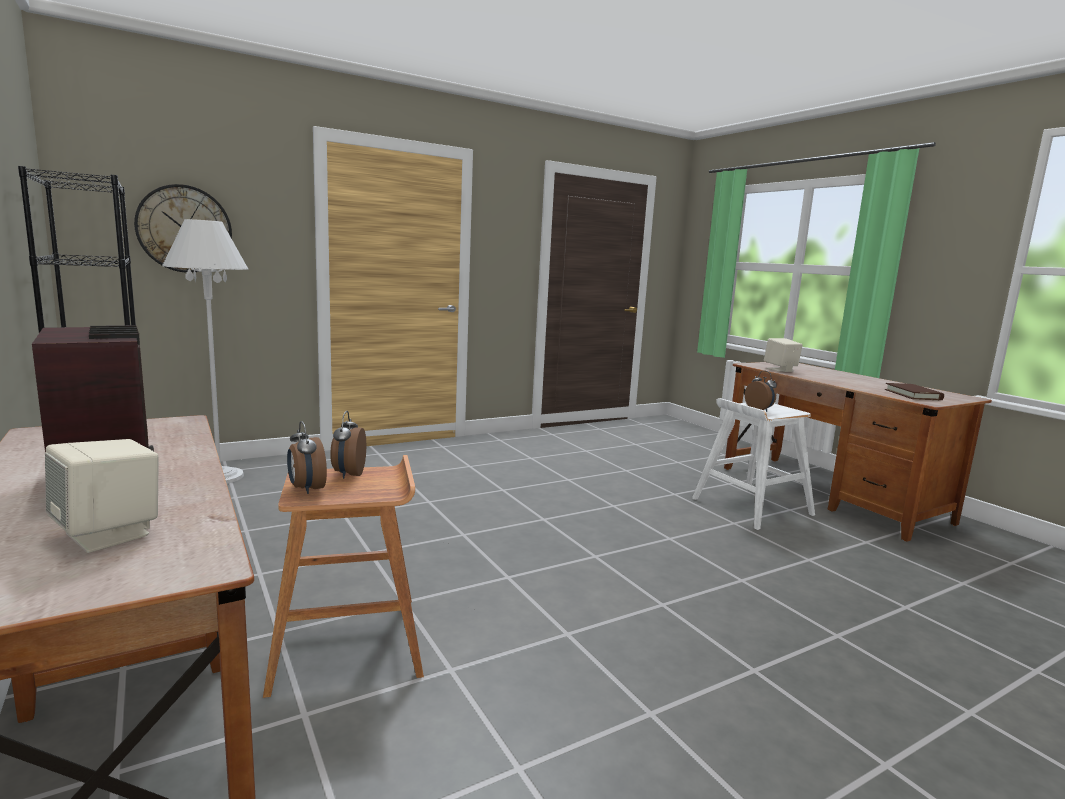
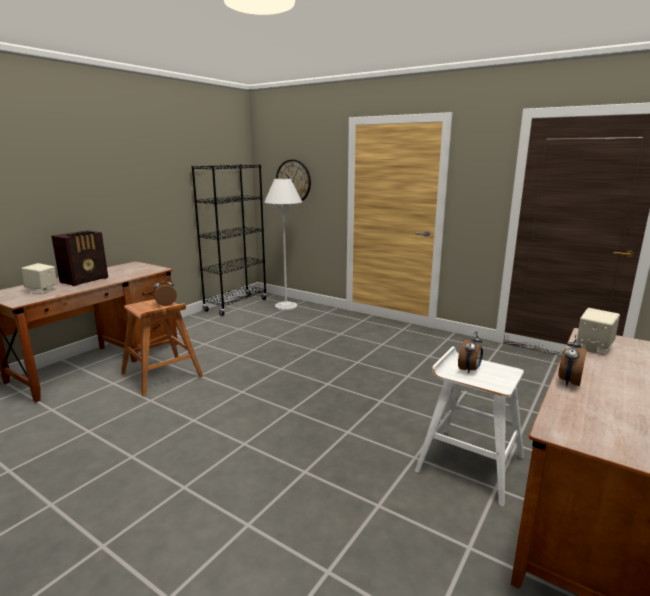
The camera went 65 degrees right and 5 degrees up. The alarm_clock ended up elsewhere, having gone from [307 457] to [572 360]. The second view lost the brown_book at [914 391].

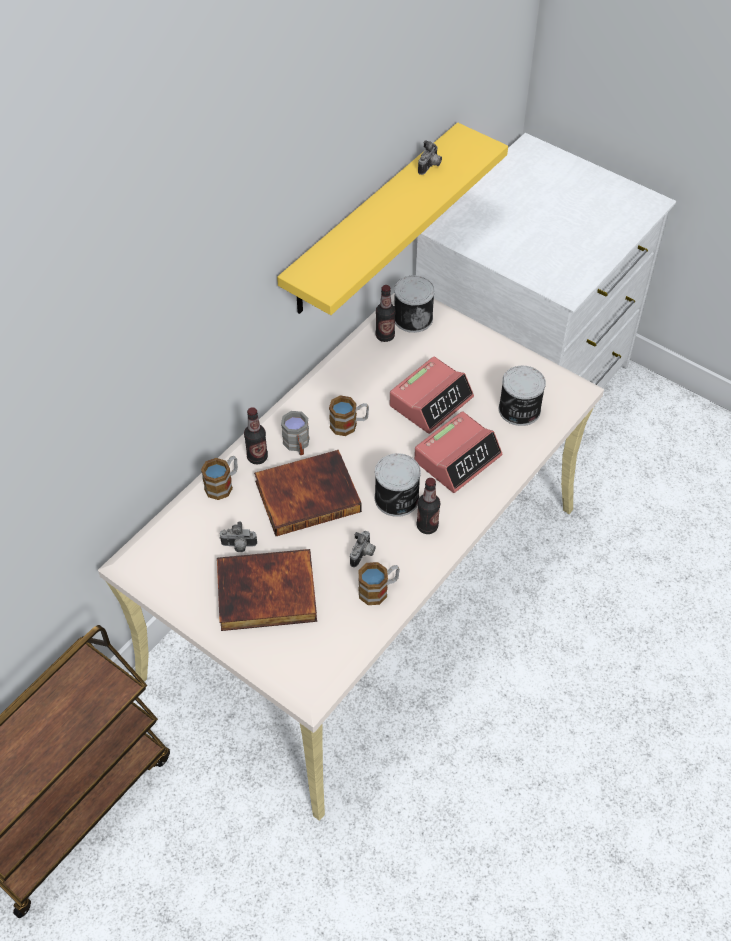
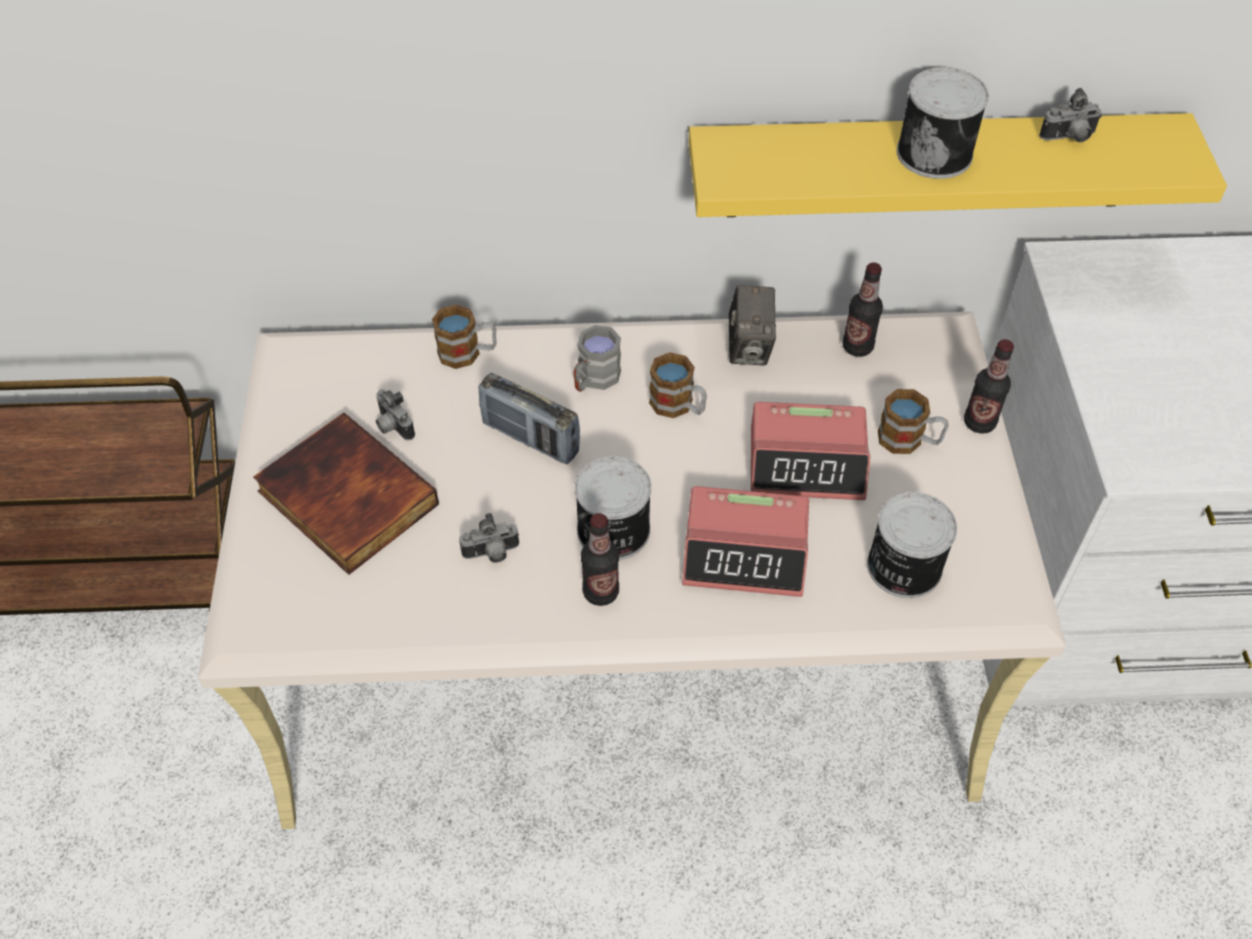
The camera went 50 degrees right and 0 degrees up. Where the book stood at [308 493], the radio came to stand at [529 418]. The second view gained the photo_camera at [752 325]. The mug ended up elsewhere, having gone from [379 583] to [913 421]. The can ended up elsewhere, having gone from [414 304] to [943 123]. The bottle ended up elsewhere, having gone from [256 435] to [989 386].

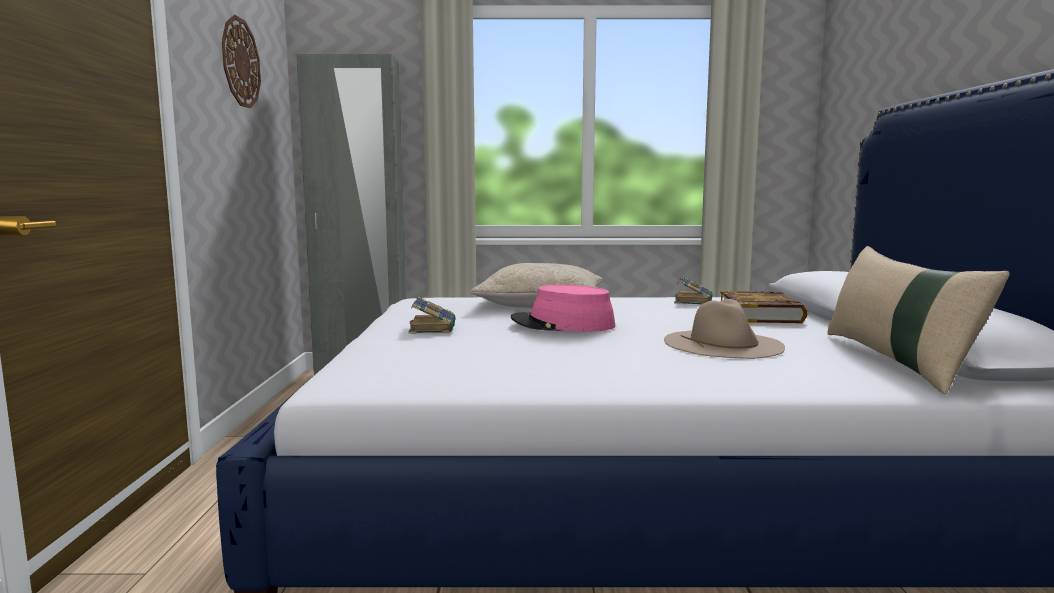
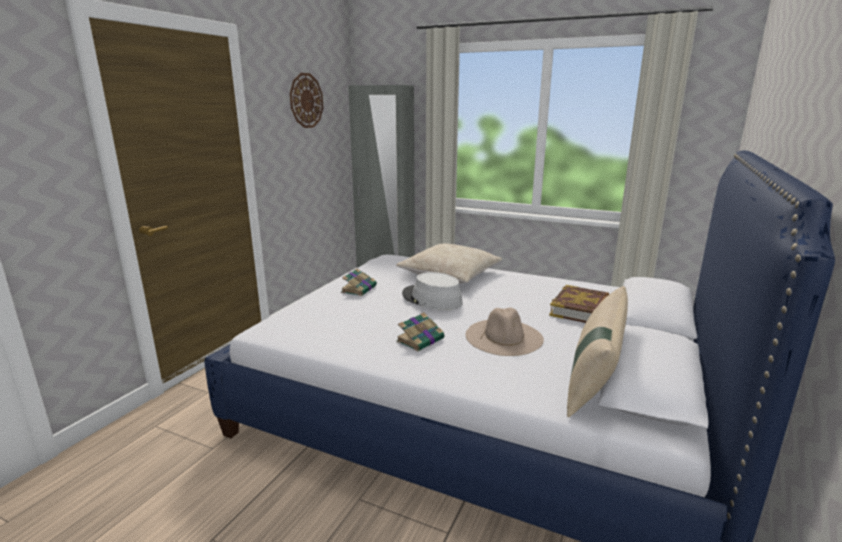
The camera went 25 degrees right and 10 degrees up. The book ended up elsewhere, having gone from [693 290] to [420 331]. What was the pink_hat at [563 308] turned into the grey_hat at [432 291].

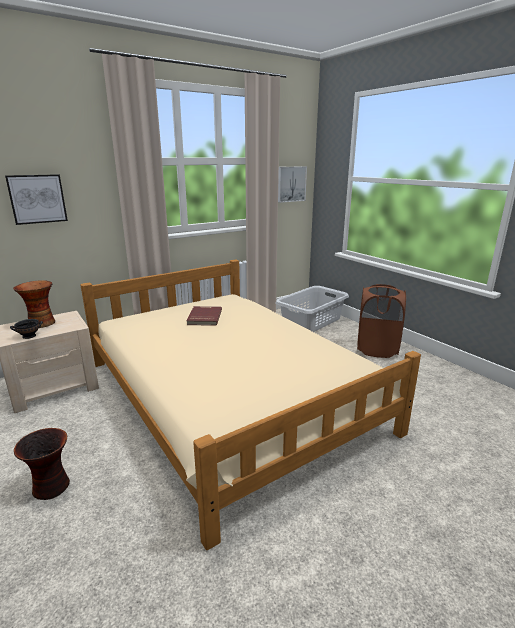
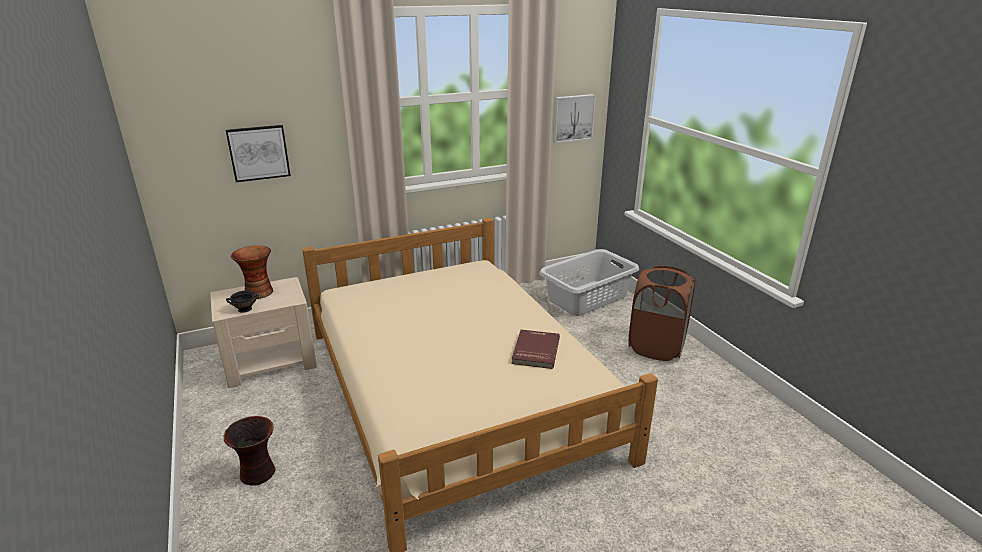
The camera went 10 degrees right and 5 degrees up. The red_book ended up elsewhere, having gone from [204 316] to [535 349].

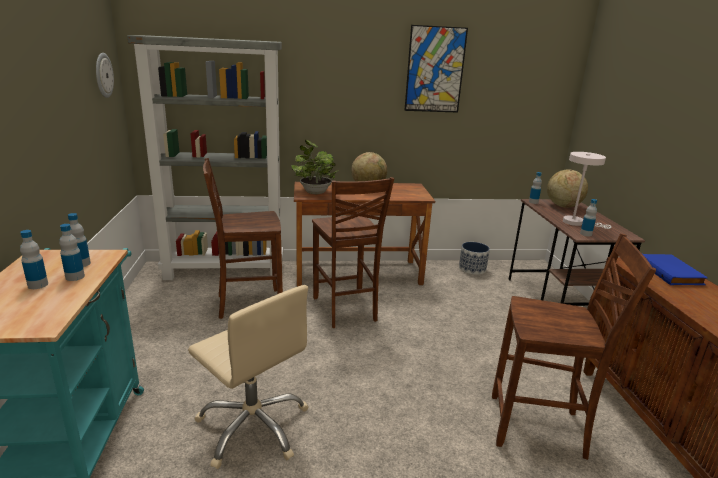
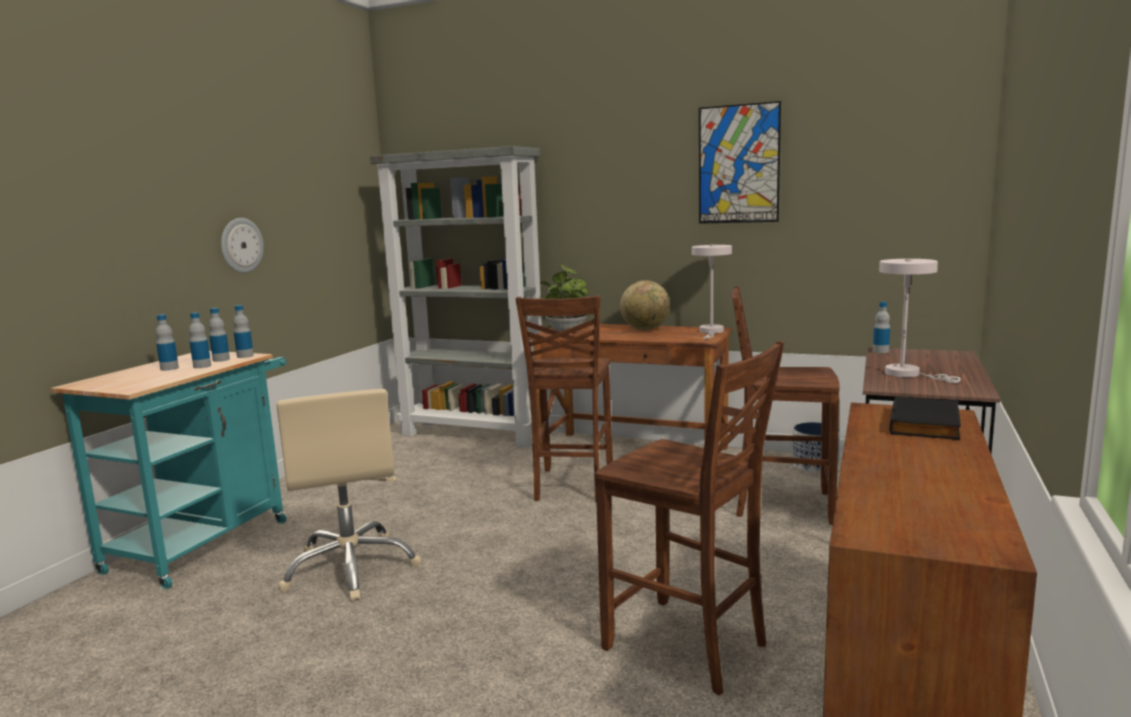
The camera went 30 degrees right and 10 degrees down. The wall_clock ended up elsewhere, having gone from [105 75] to [242 245]. The bottle ended up elsewhere, having gone from [588 217] to [243 331]. The second view gained the white_table_lamp at [712 292]. The brown_chair ended up elsewhere, having gone from [243 238] to [785 405]. What was the blue_book at [675 269] turned into the black_book at [925 418]. The second view lost the globe at [567 188].

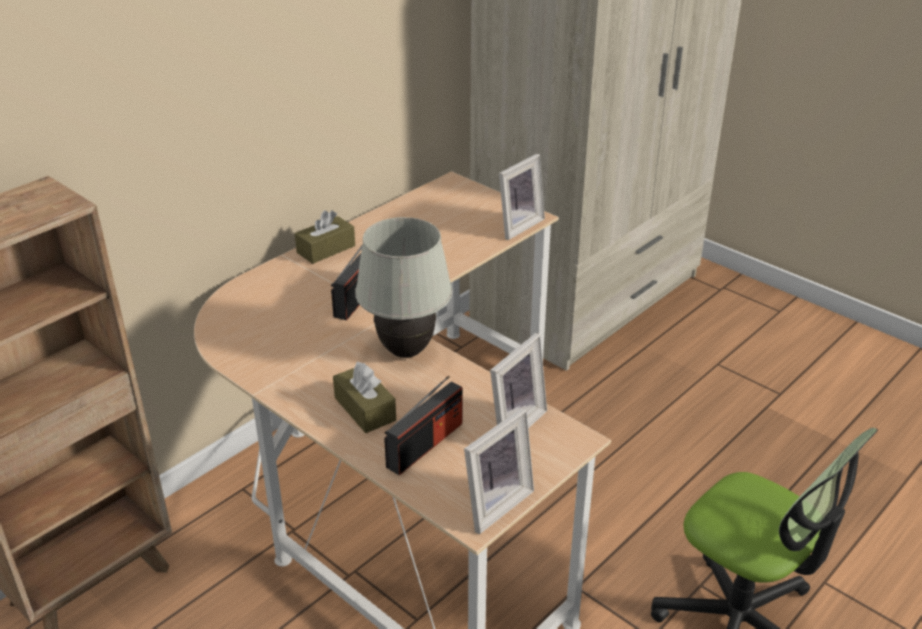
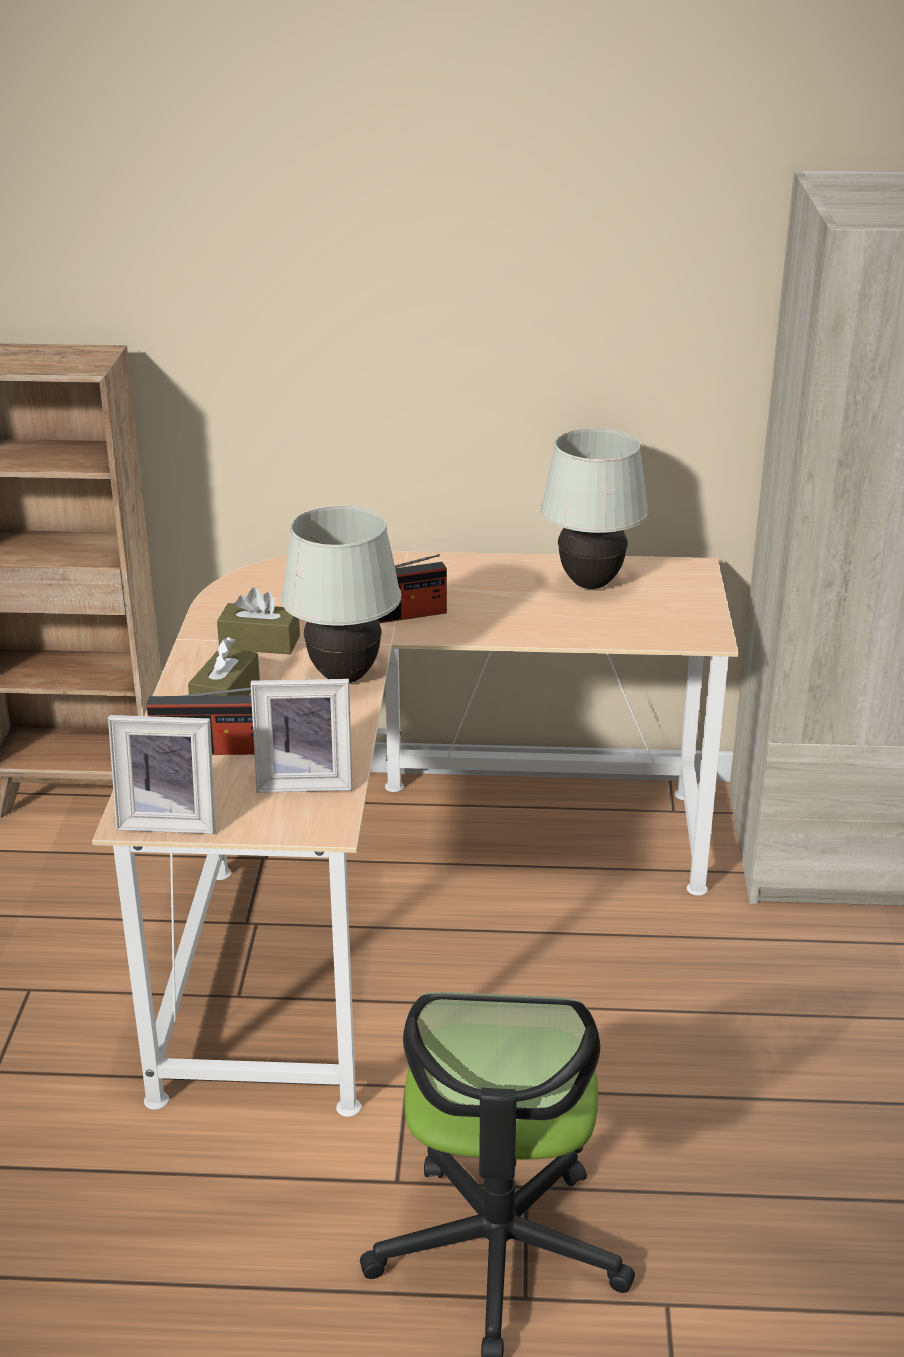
The camera went 50 degrees right and 5 degrees down. The brown_tissue_box ended up elsewhere, having gone from [325 237] to [258 620]. The second view gained the white_table_lamp at [594 508]. The second view lost the picture_frame at [522 197].

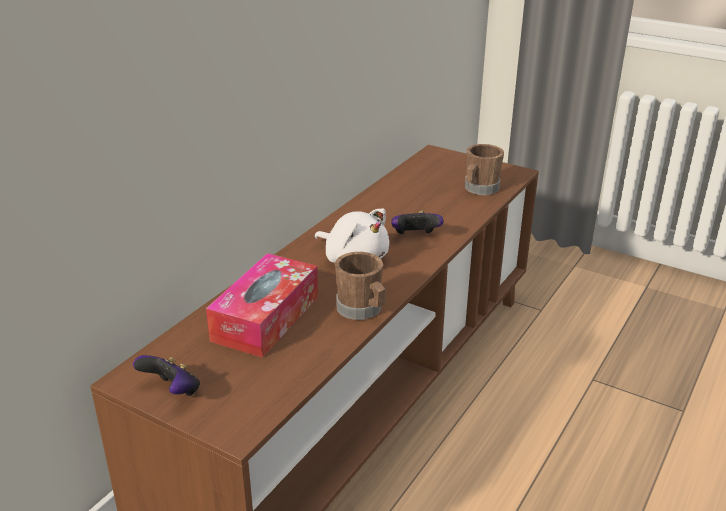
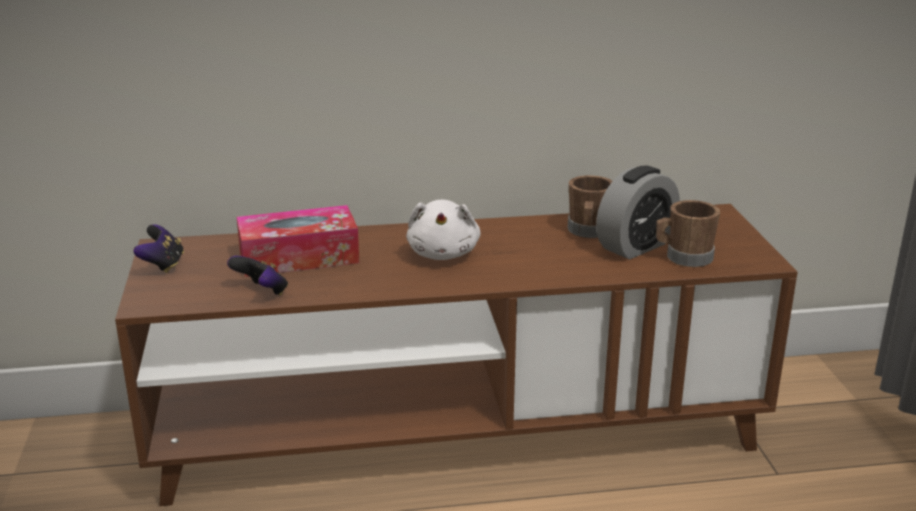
The camera went 50 degrees right and 5 degrees down. The game_controller ended up elsewhere, having gone from [417 222] to [257 275]. The brown_mug ended up elsewhere, having gone from [360 286] to [590 206]. The second view gained the alarm_clock at [638 212].

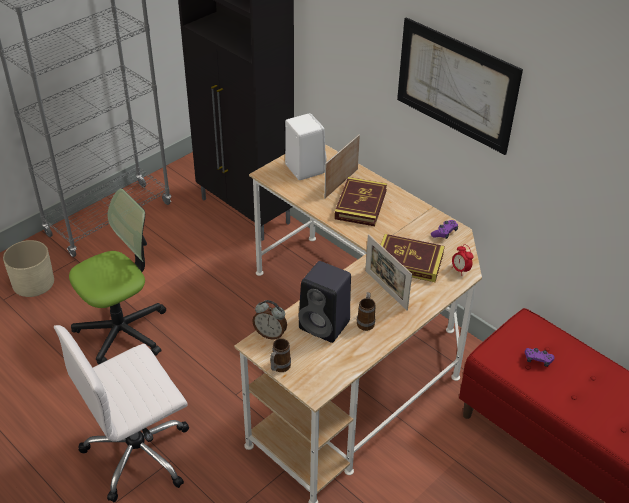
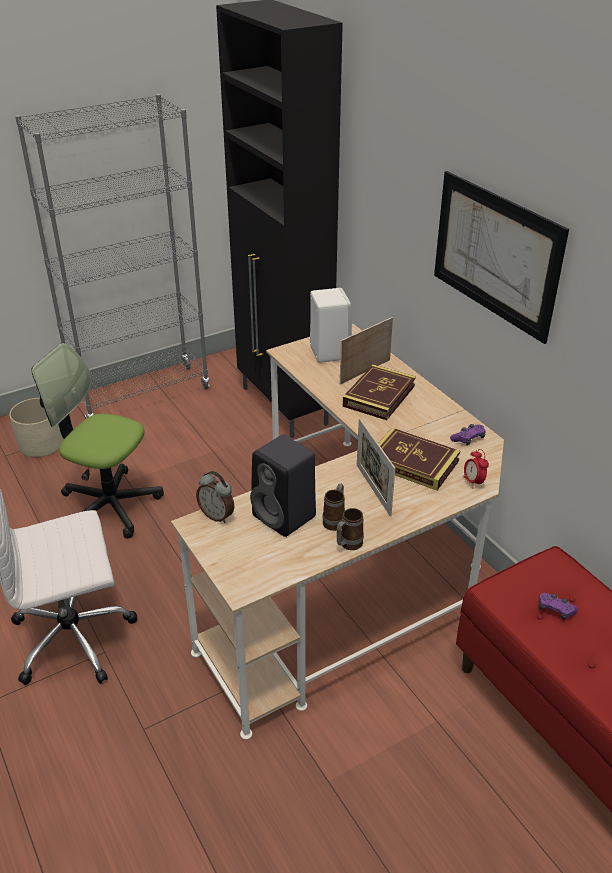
The camera went 15 degrees right and 5 degrees down. The office_chair at [117 276] ended up facing another way, 135 degrees counterclockwise from before. The mug ended up elsewhere, having gone from [280 355] to [350 529].

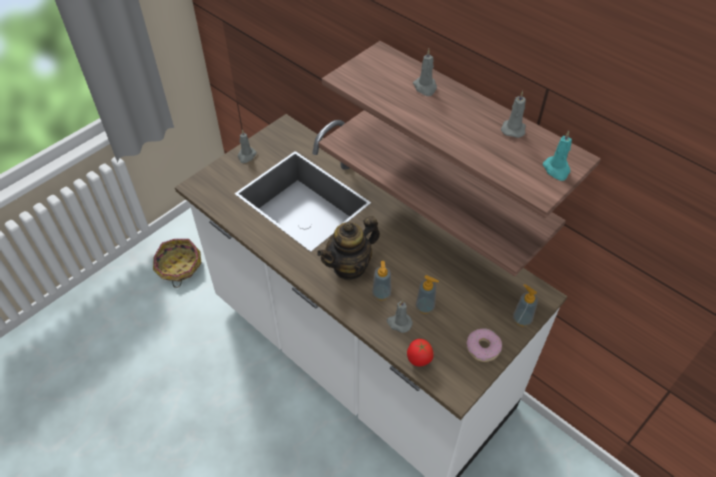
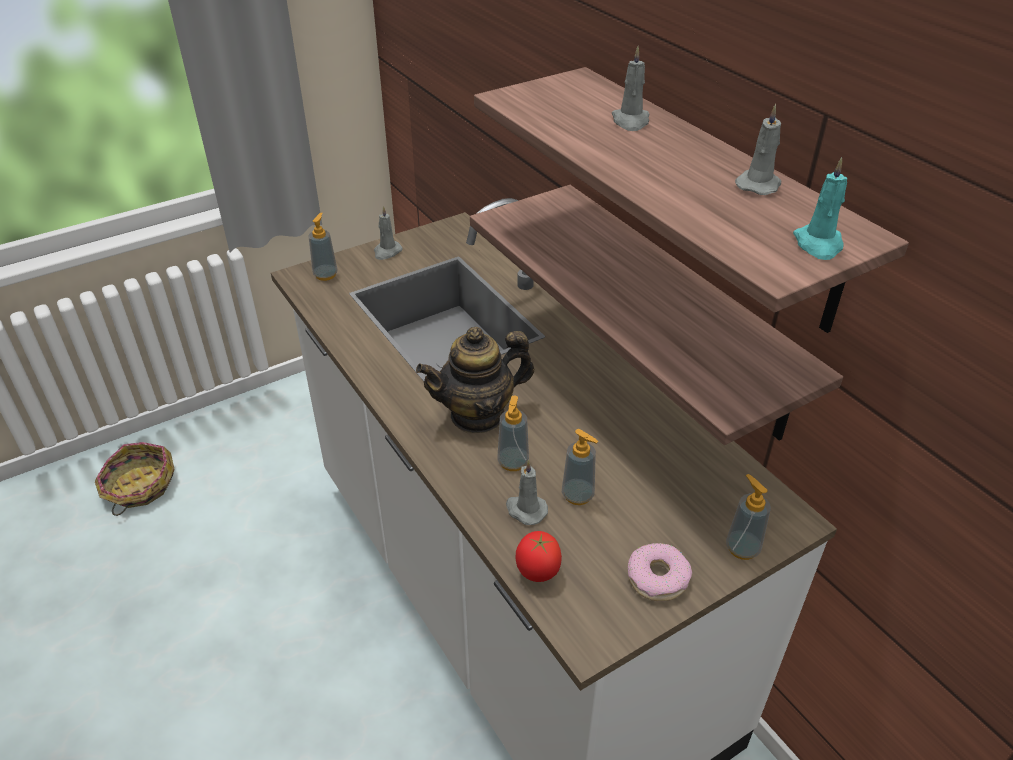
The camera went 15 degrees right and 10 degrees down. The basket ended up elsewhere, having gone from [177 263] to [134 479]. The second view gained the soap_dispenser at [323 247].

